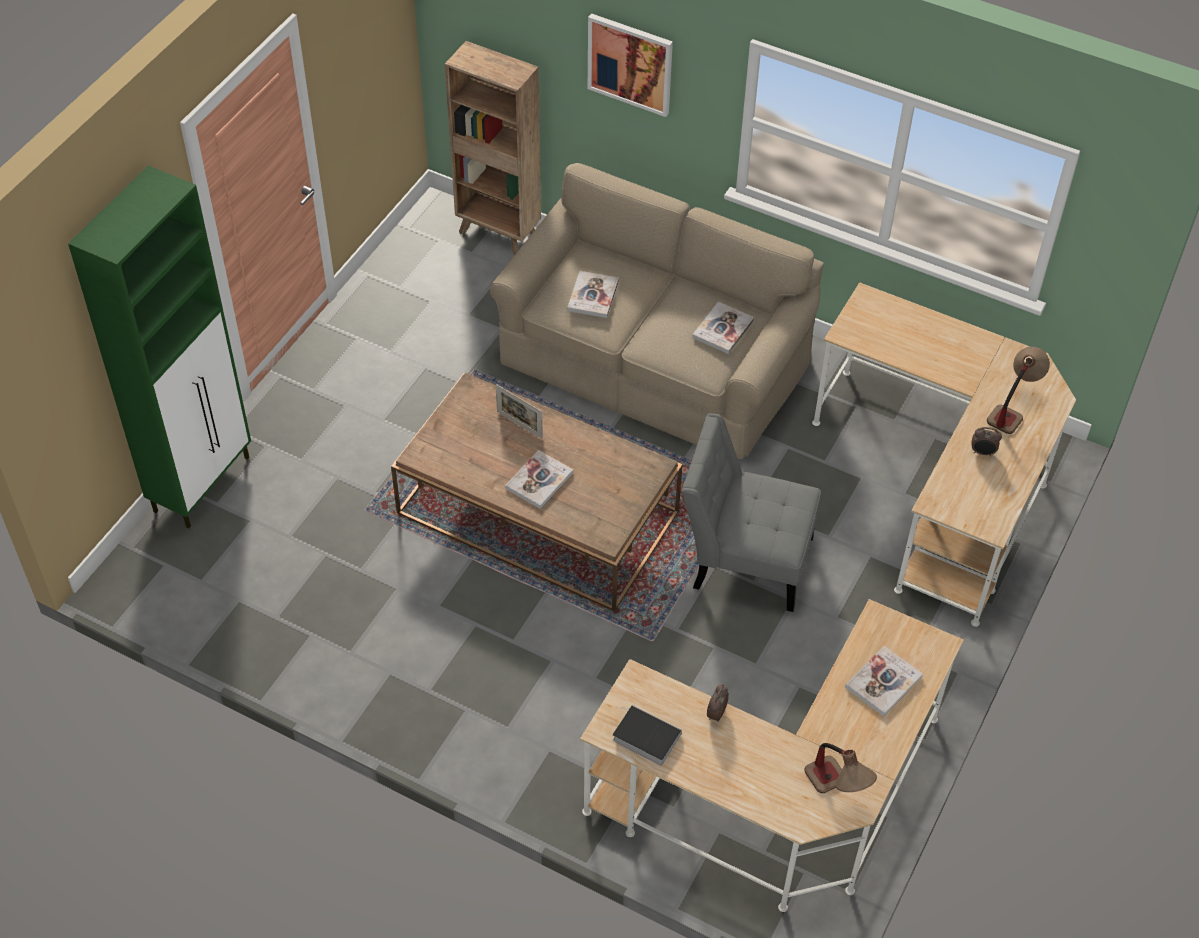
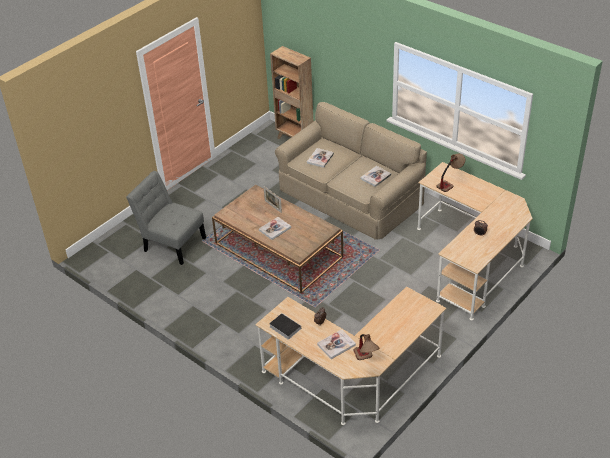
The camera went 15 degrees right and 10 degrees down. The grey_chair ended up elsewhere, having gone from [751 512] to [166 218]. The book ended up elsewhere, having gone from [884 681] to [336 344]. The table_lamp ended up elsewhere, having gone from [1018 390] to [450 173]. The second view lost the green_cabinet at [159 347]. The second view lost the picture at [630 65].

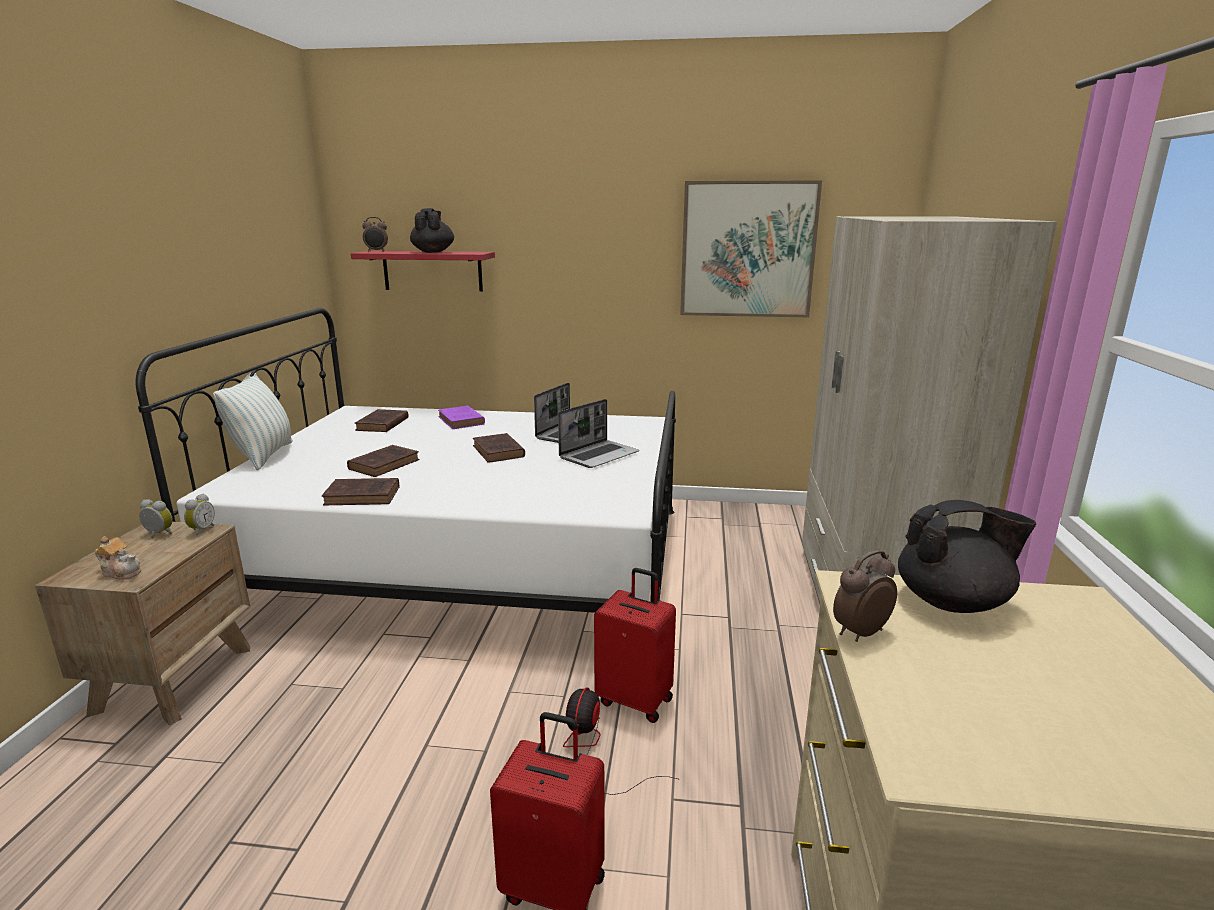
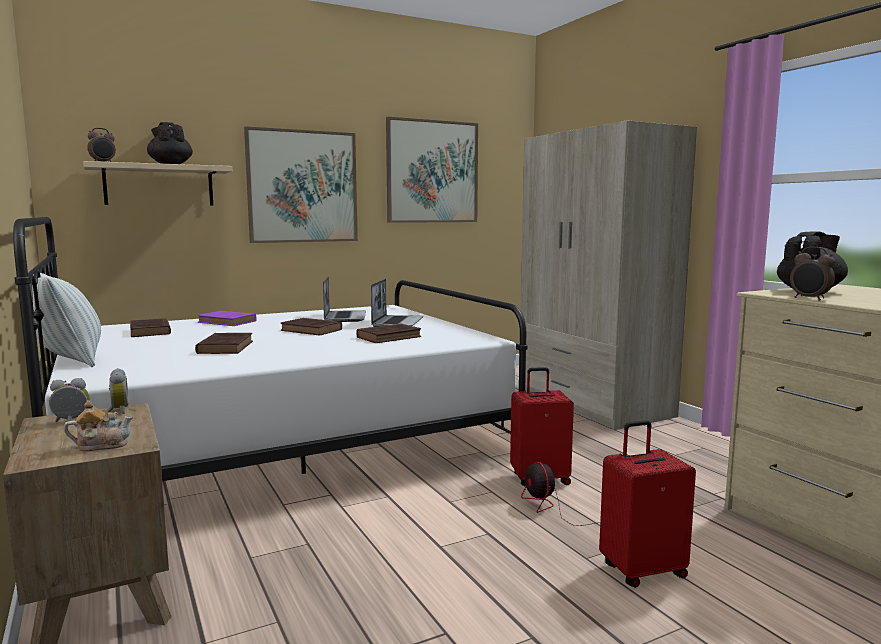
The camera went 35 degrees left and 10 degrees down. What was the red_shelf at [423 271] turned into the beige_shelf at [157 183]. The second view gained the picture at [301 184]. The brown_book ended up elsewhere, having gone from [360 491] to [388 333]. The alarm_clock at [865 596] ended up facing another way, 60 degrees counterclockwise from before.

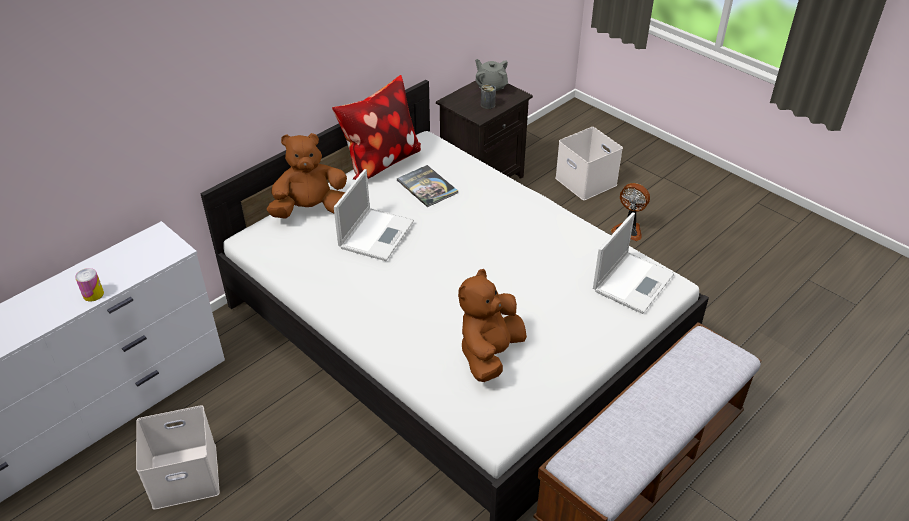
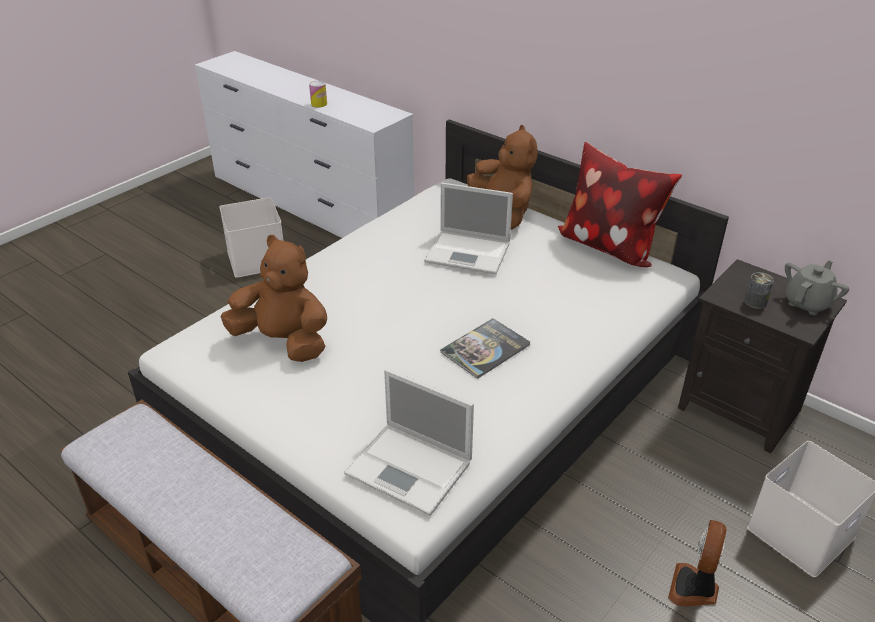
The camera went 85 degrees right and 5 degrees down. The book ended up elsewhere, having gone from [427 186] to [485 348].

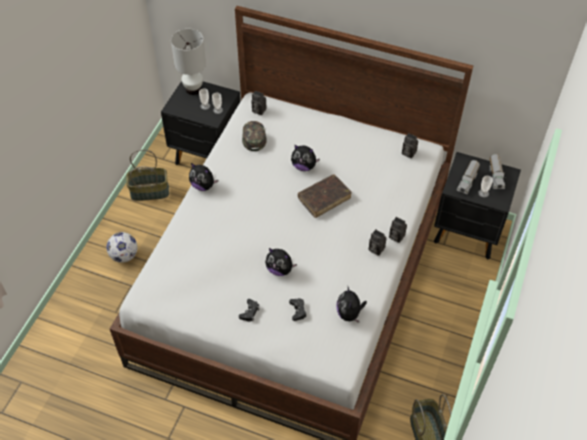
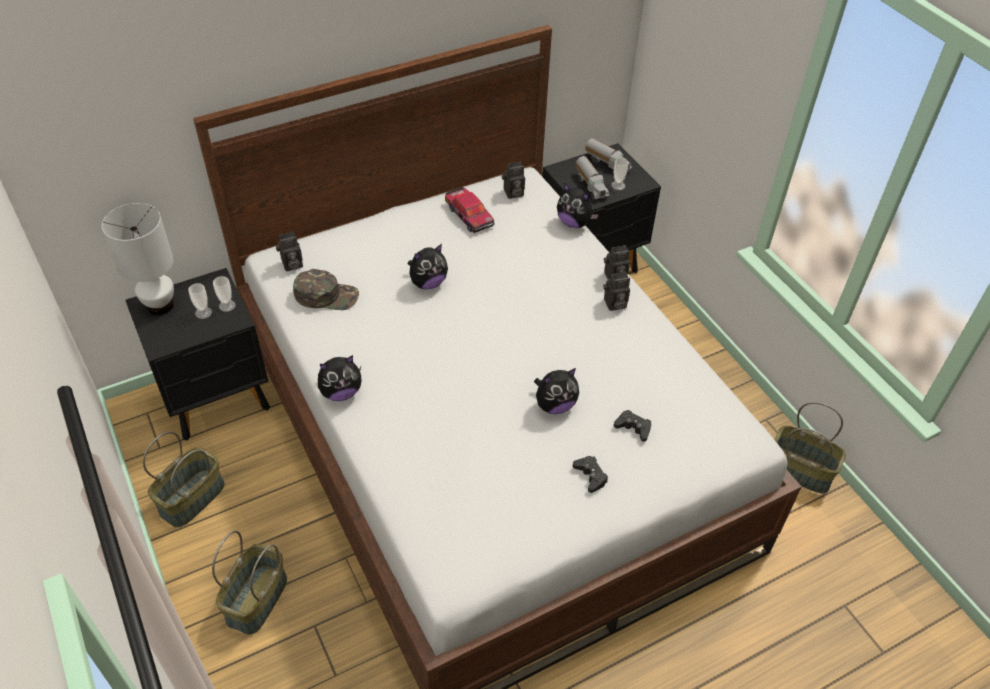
The camera went 50 degrees left and 5 degrees down. Where the football stood at [122 247], the basket came to stand at [249 582]. The green_cap at [254 136] ended up facing another way, 150 degrees clockwise from before. The second view gained the toy_car at [470 210]. The plush_toy ended up elsewhere, having gone from [351 305] to [578 205]. The second view lost the brown_book at [325 196].

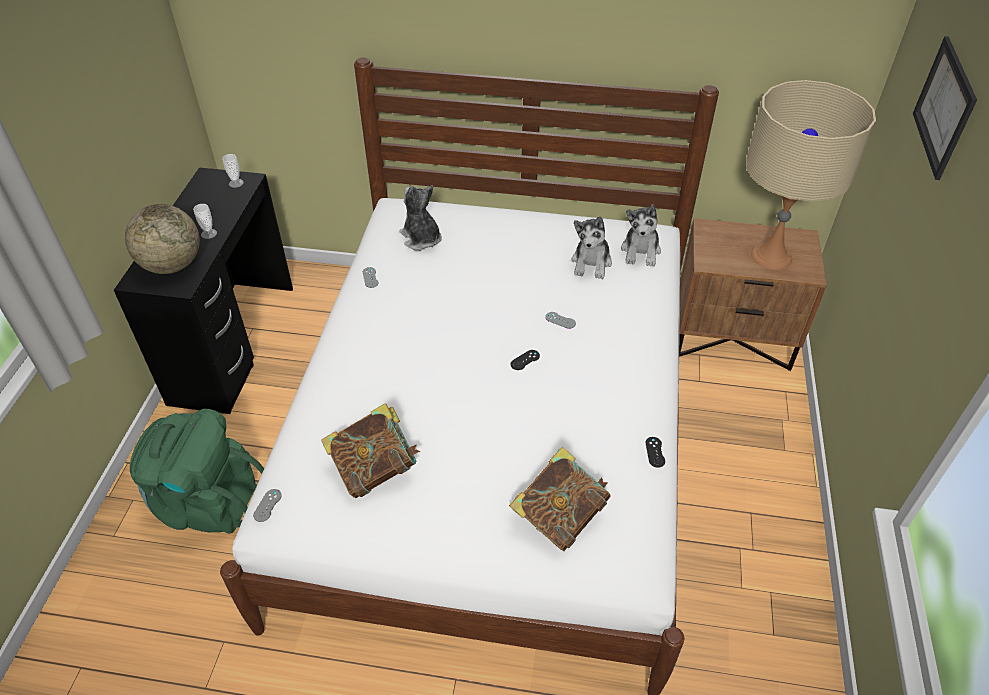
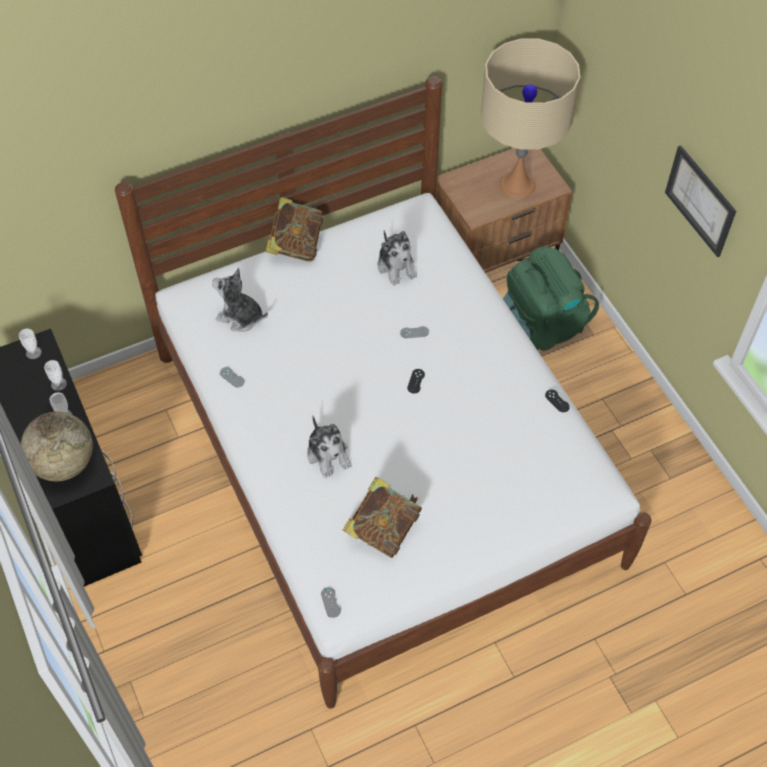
The camera went 35 degrees left and 10 degrees up. The second view gained the cup at [55 375]. The book ended up elsewhere, having gone from [560 499] to [294 229]. The plush_toy ended up elsewhere, having gone from [641 235] to [329 447]. The green_backpack ended up elsewhere, having gone from [197 471] to [551 298]. The picture ended up elsewhere, having gone from [945 108] to [700 201].

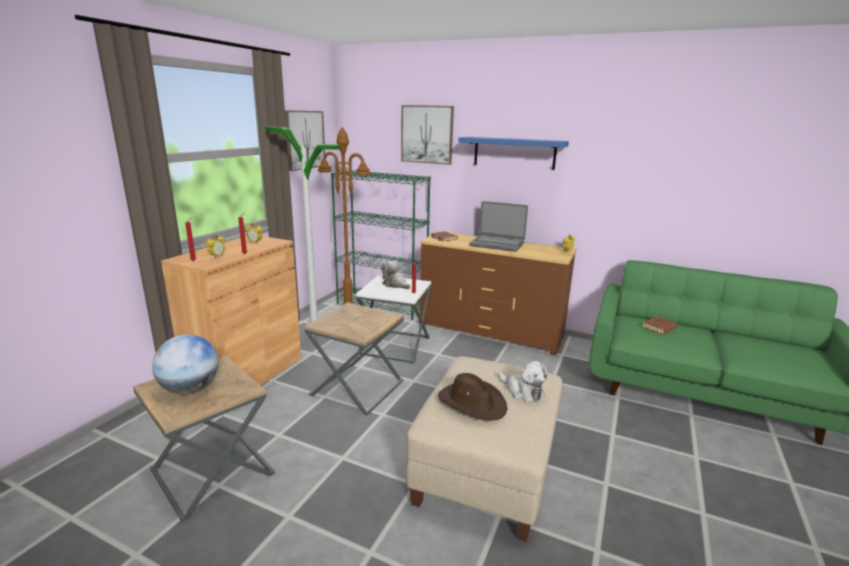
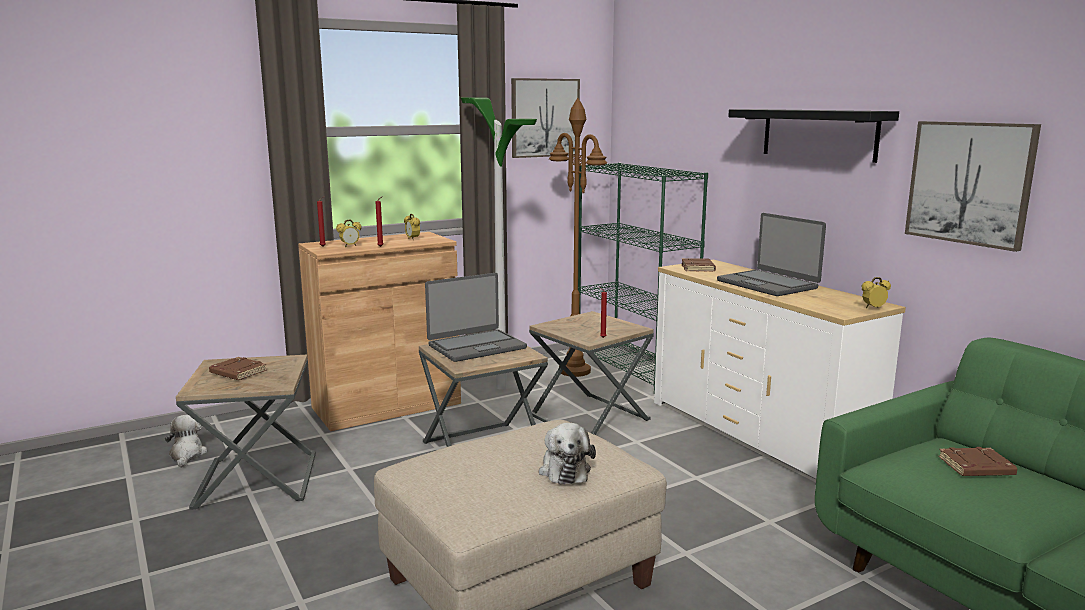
The camera went 35 degrees right and 5 degrees down. The plush_toy ended up elsewhere, having gone from [396 275] to [186 441]. Where the globe stood at [185 364], the brown_book came to stand at [238 368]. The second view gained the laptop at [476 317]. What was the white_side_table at [393 319] turned into the brown_side_table at [591 373]. What was the brown_dresser at [498 293] turned into the white_dresser at [780 369]. What was the blue_shelf at [513 153] turned into the black_shelf at [813 136]. The picture ended up elsewhere, having gone from [427 135] to [973 186]. The second view lost the brown_hat at [472 397].

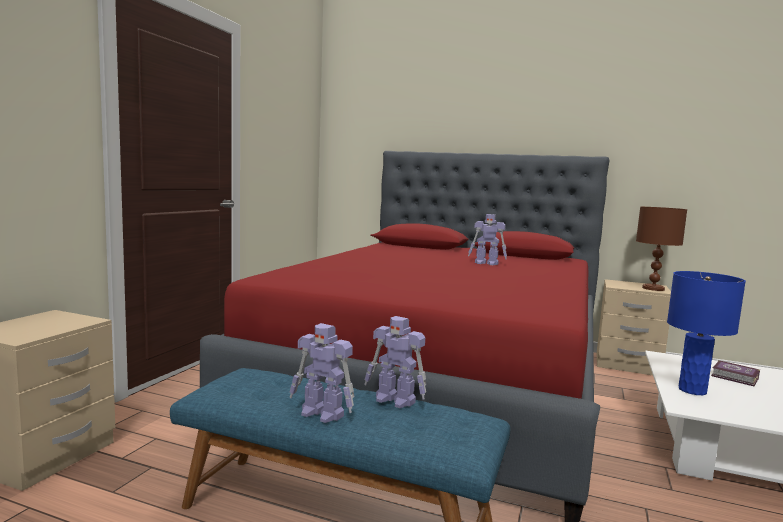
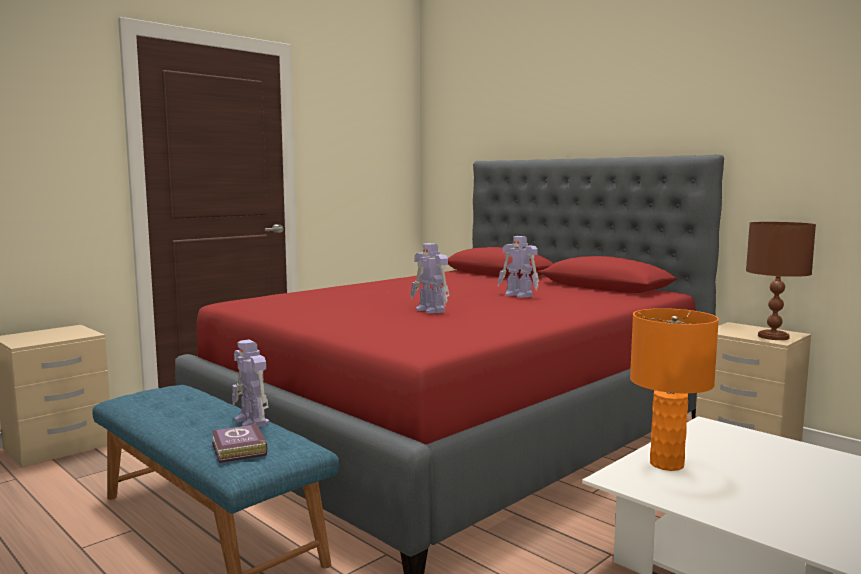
The camera went 25 degrees right and 0 degrees up. The book ended up elsewhere, having gone from [735 373] to [239 443]. The toy_robot ended up elsewhere, having gone from [322 373] to [429 278]. What was the blue_table_lamp at [706 333] turned into the orange_table_lamp at [674 389].

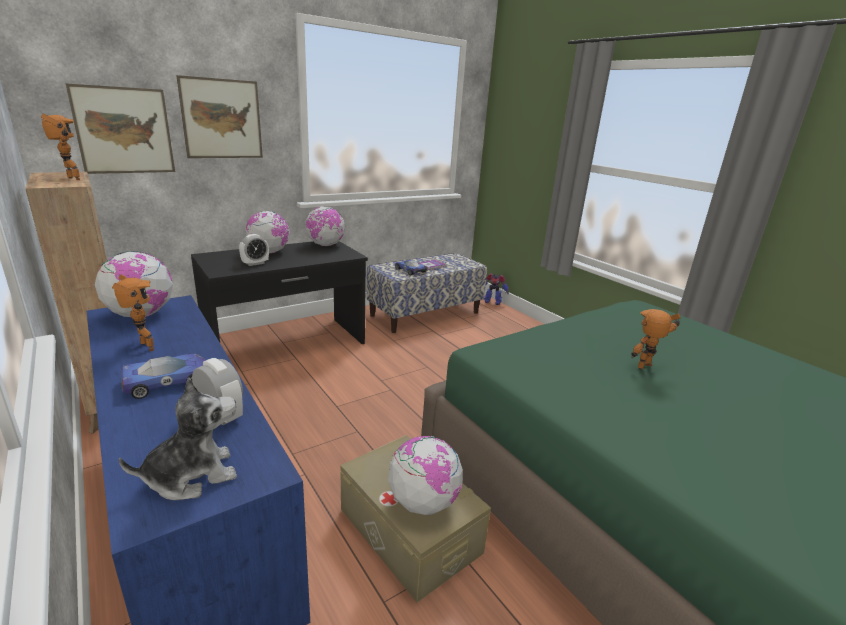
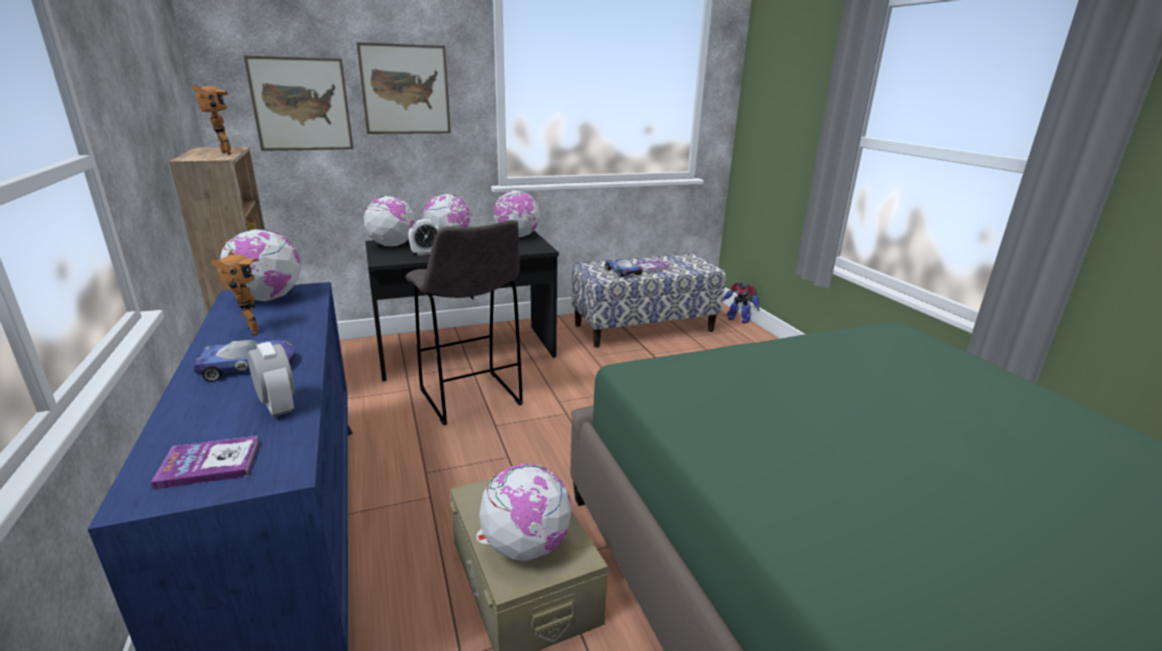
The camera went 15 degrees right and 0 degrees up. Where the plush_toy stood at [178 438], the book came to stand at [205 462]. The second view gained the globe at [390 221]. The second view gained the grey_stool at [464 322]. The second view lost the toy_robot at [656 339].

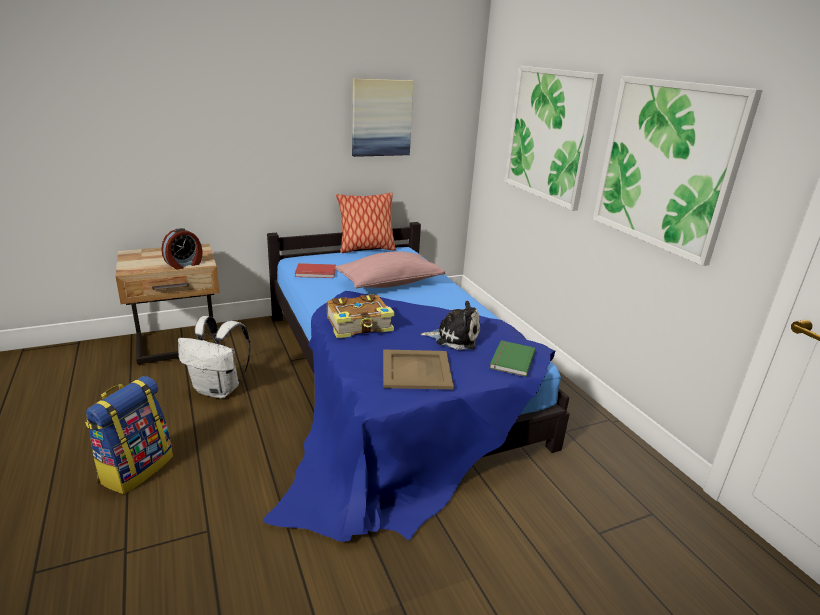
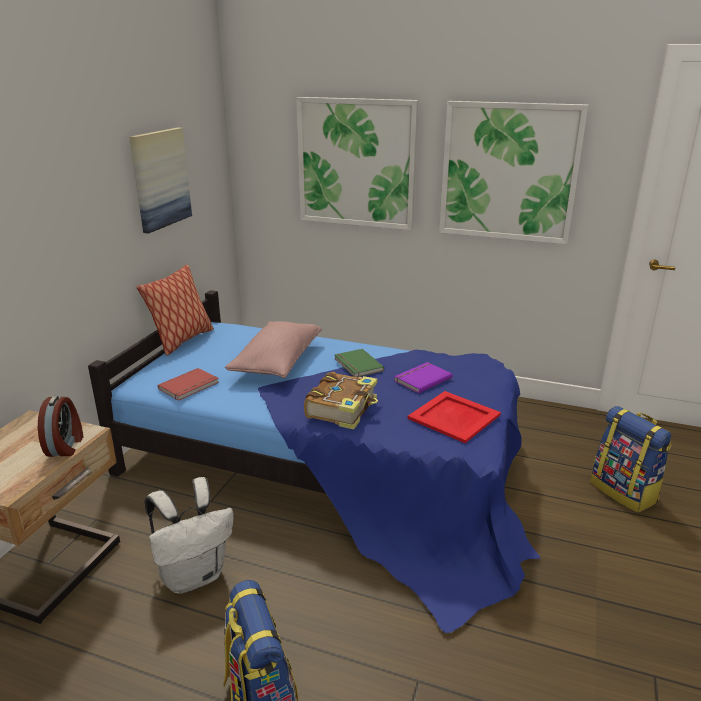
The camera went 45 degrees left and 0 degrees up. The green_book ended up elsewhere, having gone from [512 358] to [359 363]. Where the plush_toy stood at [450 325], the purple_book came to stand at [423 377]. What was the beige_tray at [418 369] turned into the red_tray at [454 417]. The second view gained the backpack at [630 459].

